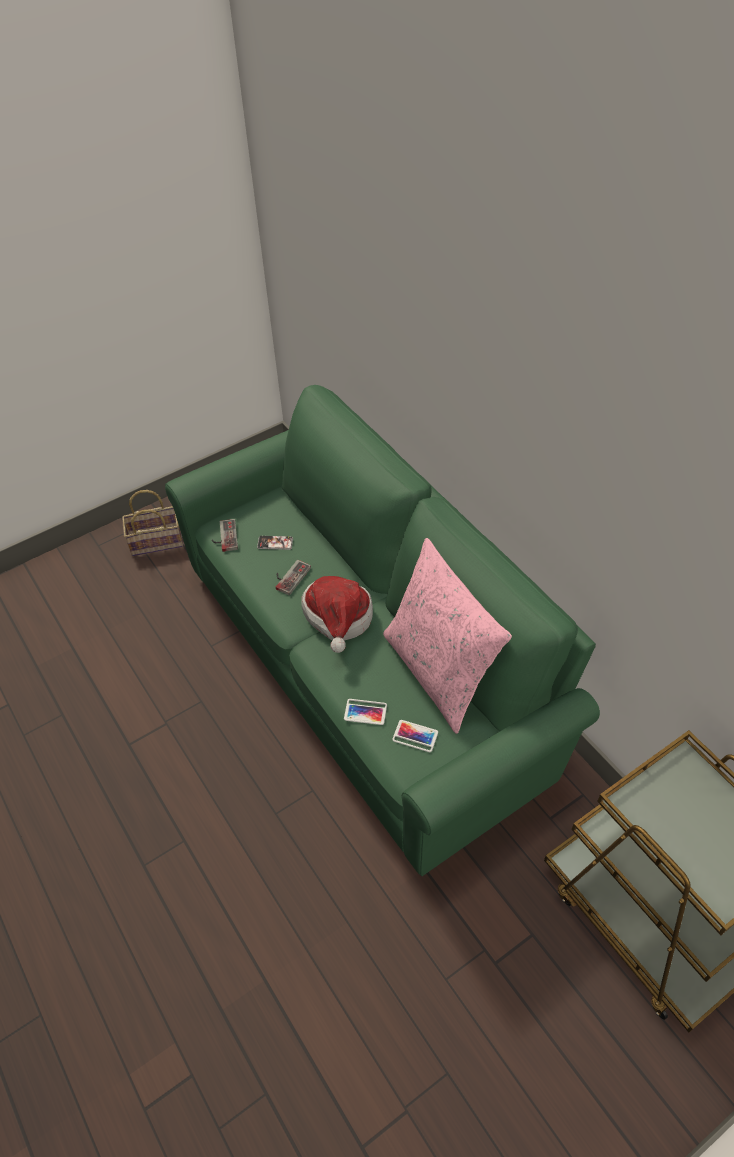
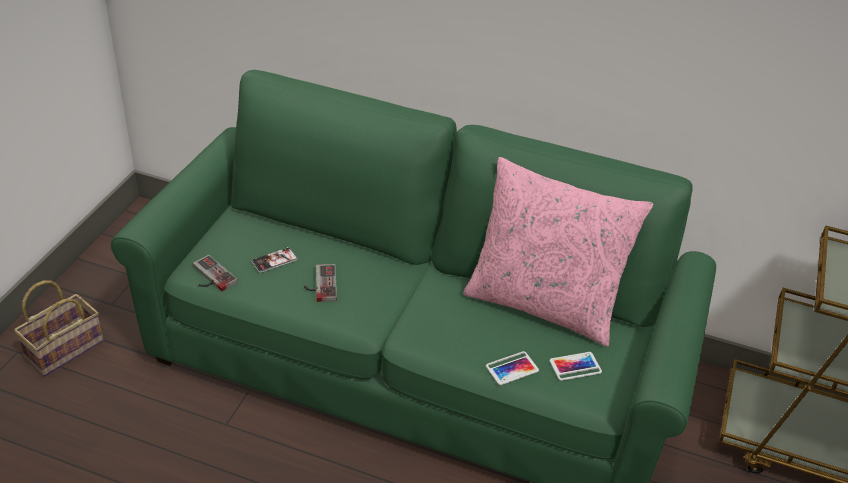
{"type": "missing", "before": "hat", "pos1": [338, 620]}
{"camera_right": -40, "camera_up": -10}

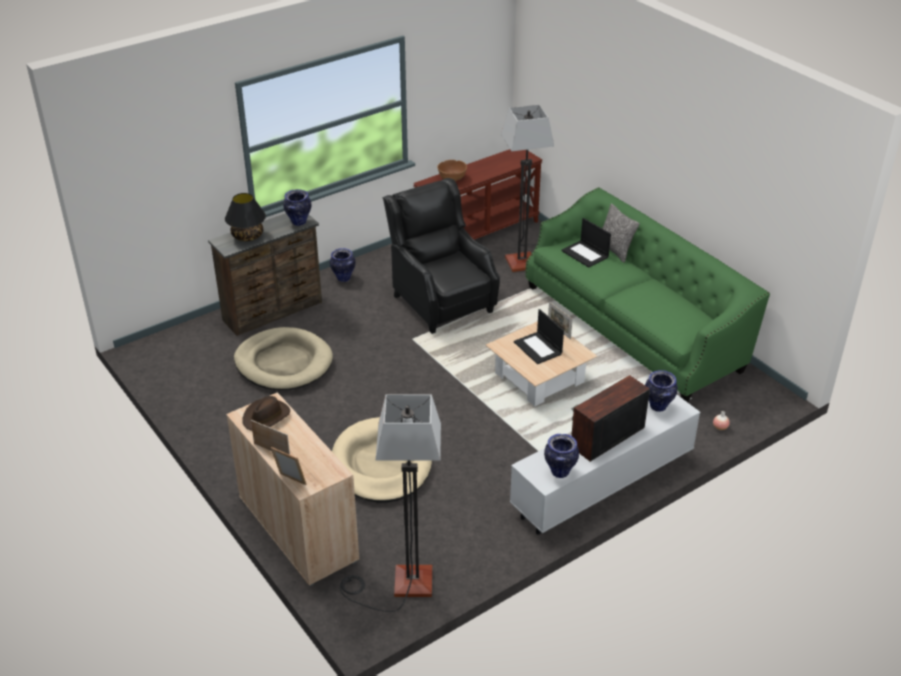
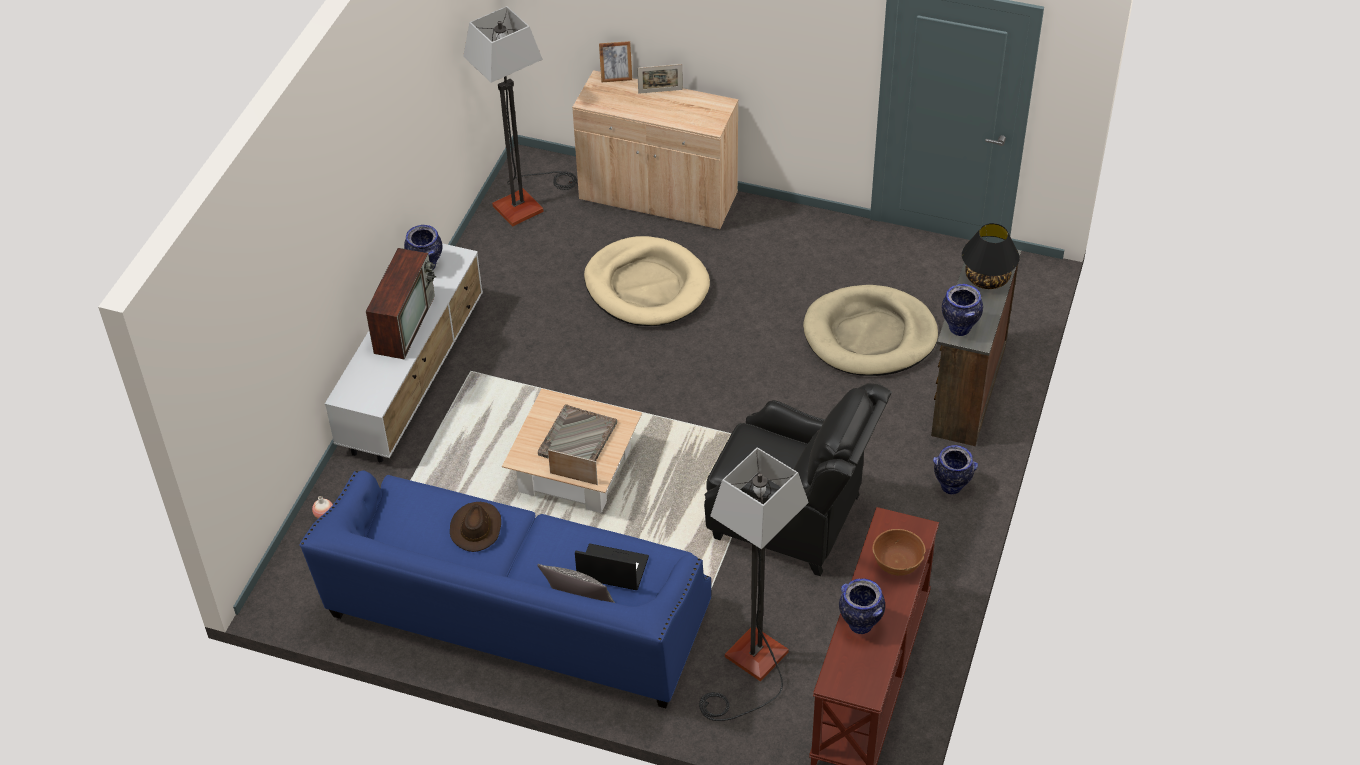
{"type": "colour", "before": "sofa/green", "after": "sofa/blue", "pos1": [634, 327], "pos2": [516, 618]}
{"type": "exchanged", "before": "laptop", "after": "tray/grey", "pos1": [538, 348], "pos2": [577, 439]}
{"type": "relocated", "before": "vase", "pos1": [658, 407], "pos2": [859, 624]}
{"type": "relocated", "before": "hat/brown", "pos1": [266, 416], "pos2": [476, 528]}
{"camera_right": 145, "camera_up": 10}

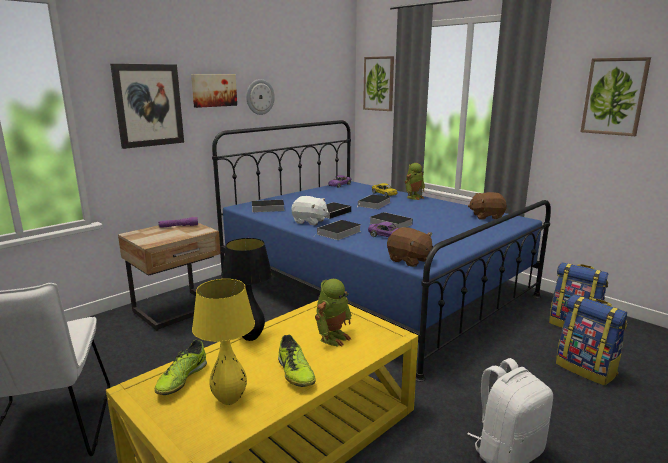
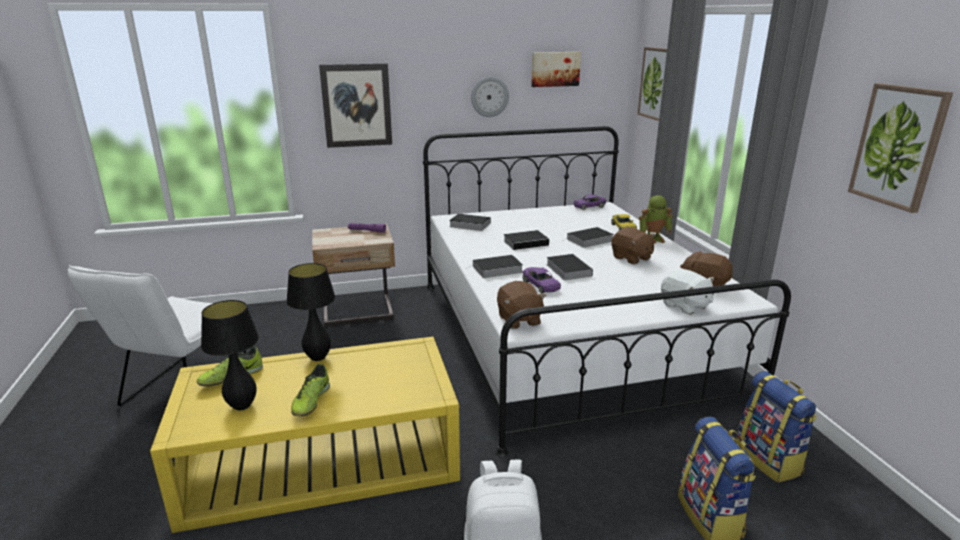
{"type": "relocated", "before": "picture", "pos1": [213, 90], "pos2": [555, 69]}
{"type": "colour", "before": "bed/blue", "after": "bed/white", "pos1": [372, 286], "pos2": [567, 337]}
{"type": "relocated", "before": "plush toy/white", "pos1": [309, 221], "pos2": [685, 306]}
{"type": "colour", "before": "table lamp/yellow", "after": "table lamp/black", "pos1": [229, 399], "pos2": [242, 406]}
{"type": "missing", "before": "toy robot", "pos1": [333, 337]}
{"type": "appeared", "after": "plush toy/brown", "pos2": [631, 258]}
{"camera_right": 30, "camera_up": 5}

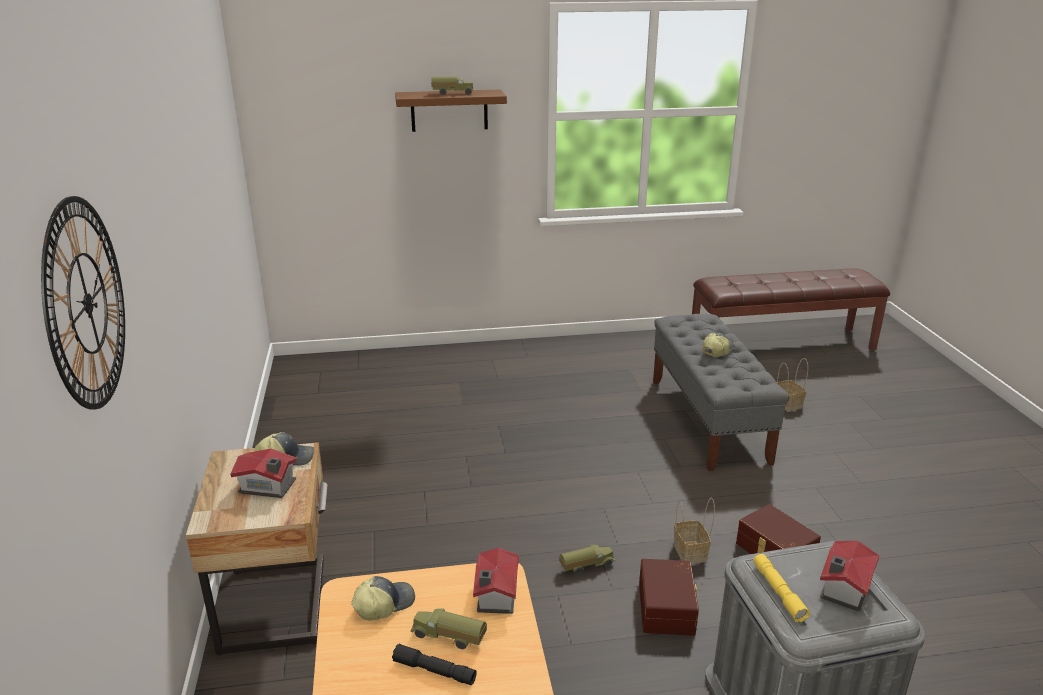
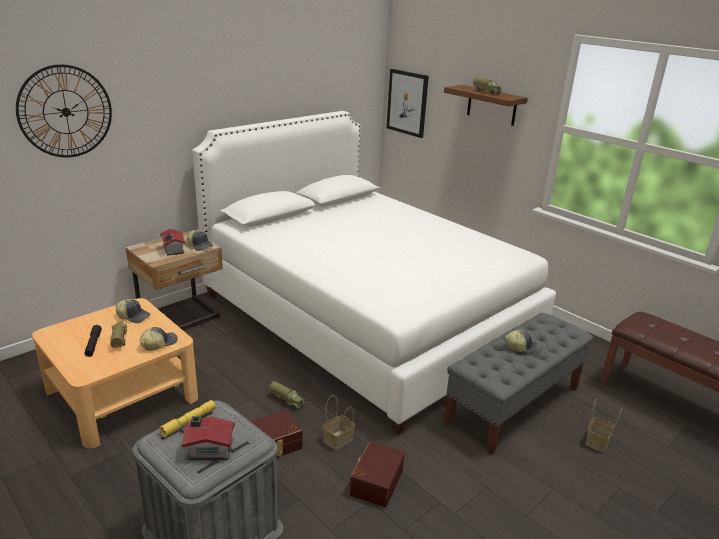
{"type": "exchanged", "before": "toy house", "after": "cap", "pos1": [495, 596], "pos2": [158, 343]}
{"type": "appeared", "after": "picture", "pos2": [407, 103]}
{"type": "appeared", "after": "bed/white", "pos2": [366, 318]}
{"camera_right": 55, "camera_up": 0}

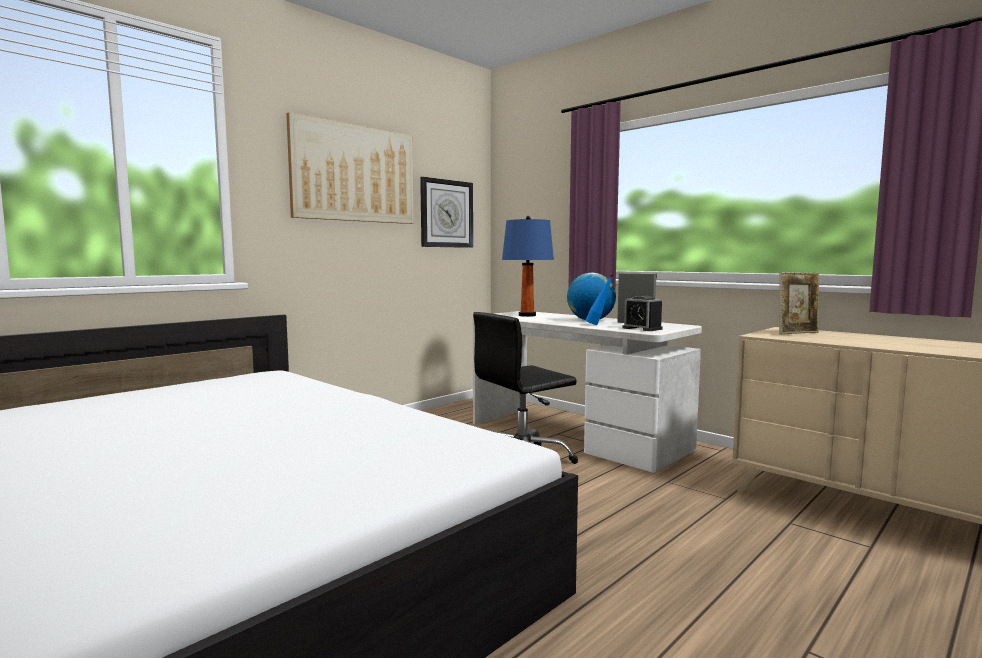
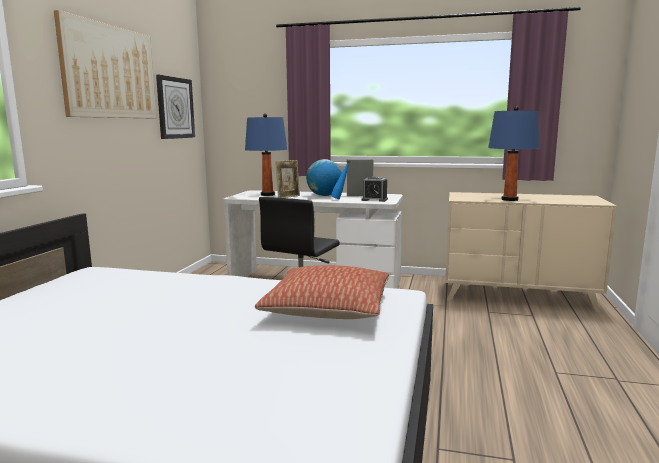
{"type": "relocated", "before": "picture frame", "pos1": [797, 333], "pos2": [288, 197]}
{"type": "appeared", "after": "table lamp/blue", "pos2": [509, 199]}
{"type": "appeared", "after": "pillow", "pos2": [328, 309]}
{"camera_right": -30, "camera_up": 5}

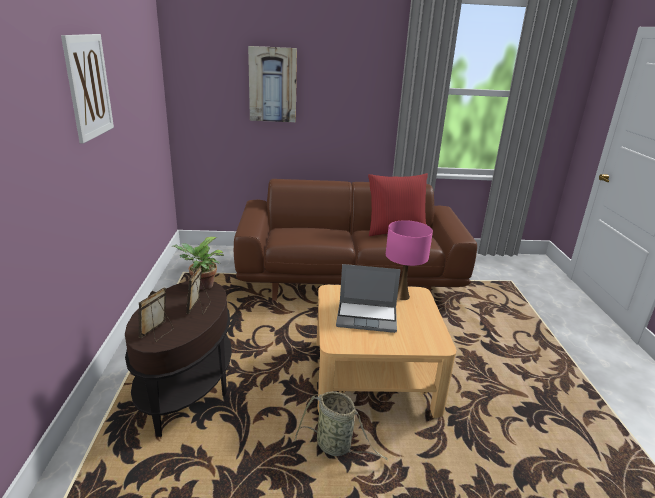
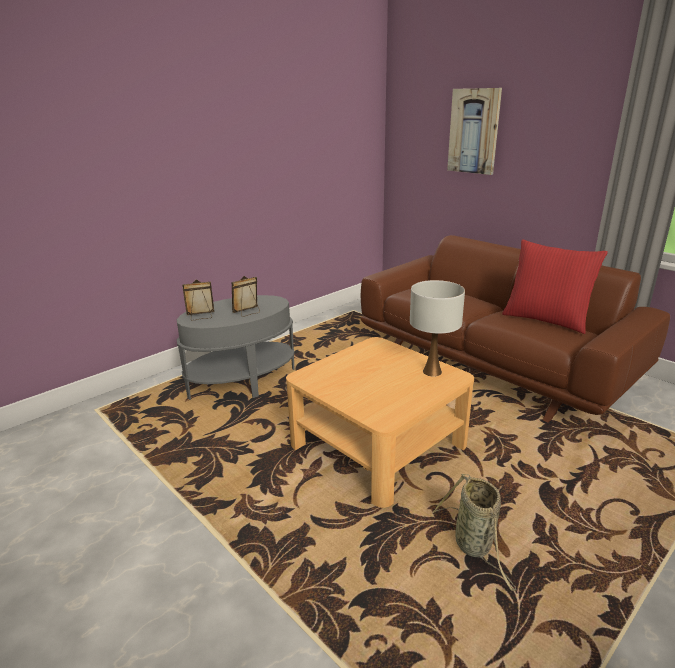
{"type": "missing", "before": "picture", "pos1": [88, 86]}
{"type": "colour", "before": "table lamp/pink", "after": "table lamp/white", "pos1": [402, 296], "pos2": [432, 372]}
{"type": "missing", "before": "potted plant", "pos1": [201, 286]}
{"type": "missing", "before": "laptop", "pos1": [367, 317]}
{"type": "colour", "before": "side table/brown", "after": "side table/grey", "pos1": [187, 388], "pos2": [242, 382]}
{"type": "relocated", "before": "basket", "pos1": [336, 446], "pos2": [474, 546]}
{"camera_right": 50, "camera_up": 0}

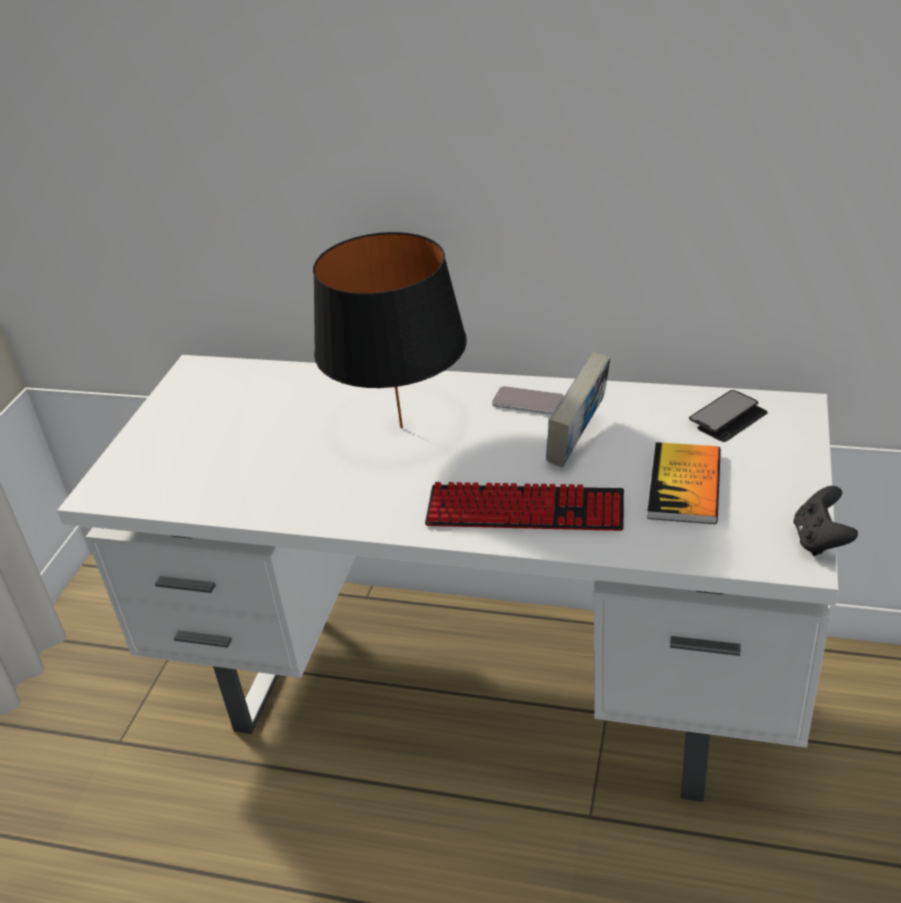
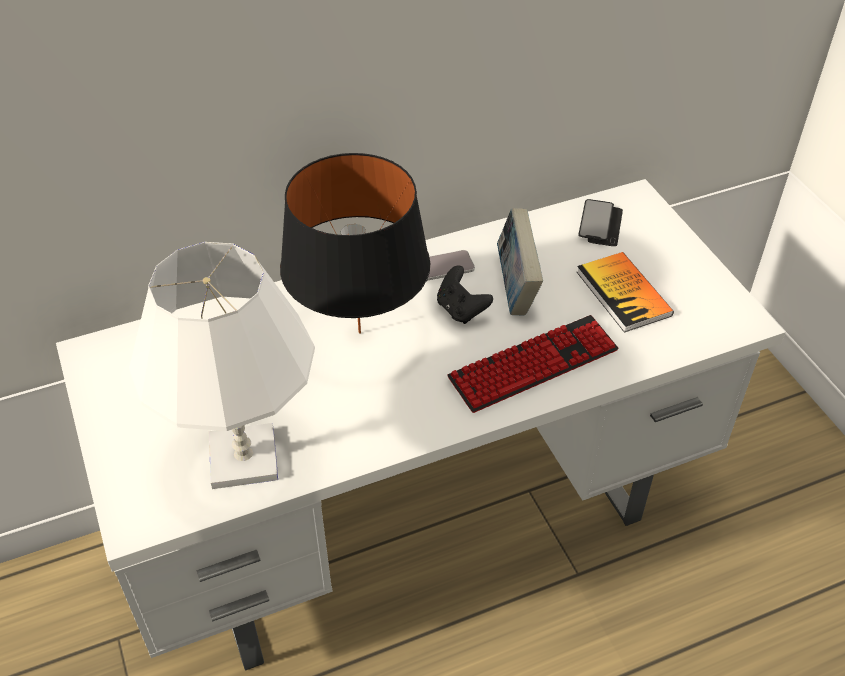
{"type": "relocated", "before": "game controller/black", "pos1": [820, 540], "pos2": [461, 310]}
{"type": "appeared", "after": "table lamp/white", "pos2": [244, 459]}
{"camera_right": -40, "camera_up": 10}

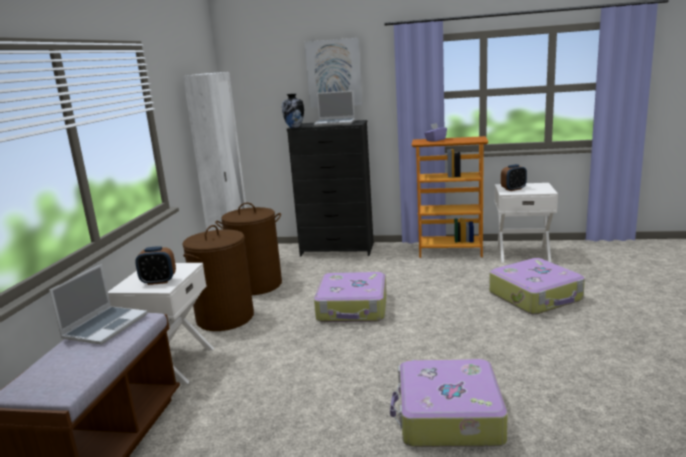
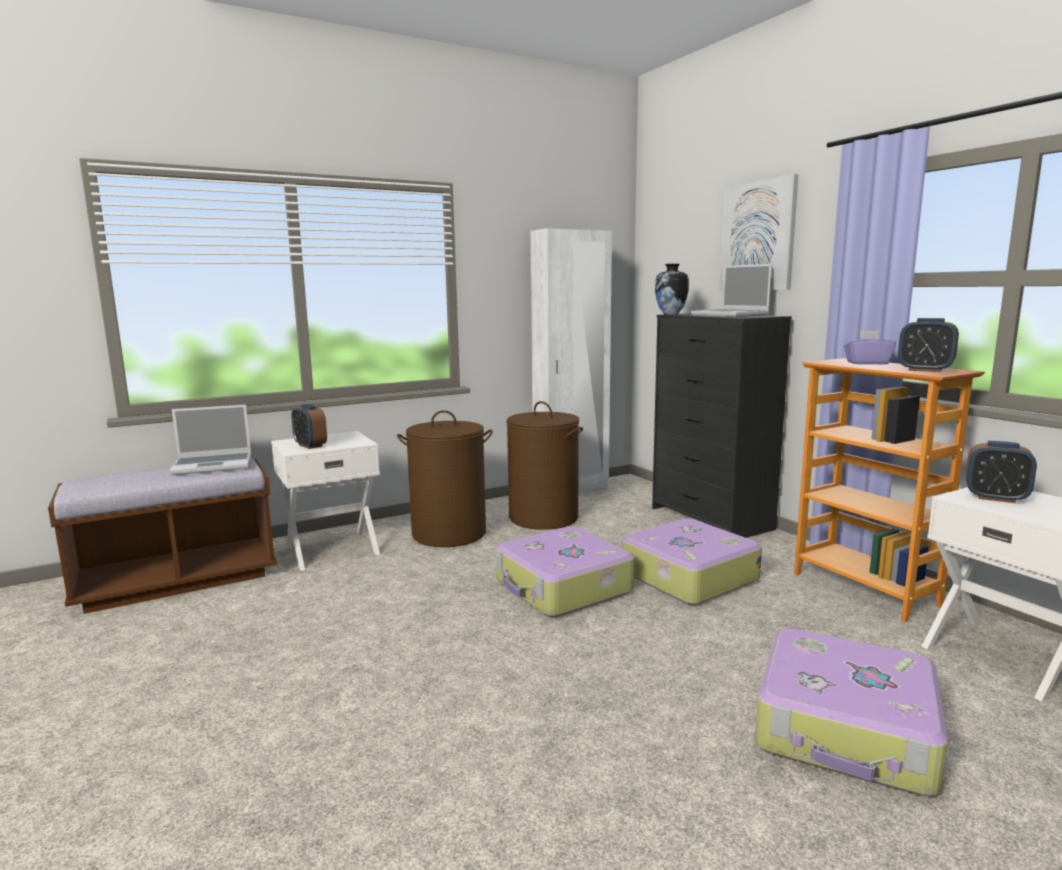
{"type": "relocated", "before": "suitcase", "pos1": [448, 417], "pos2": [687, 576]}
{"type": "appeared", "after": "alarm clock", "pos2": [924, 370]}
{"camera_right": 50, "camera_up": -5}

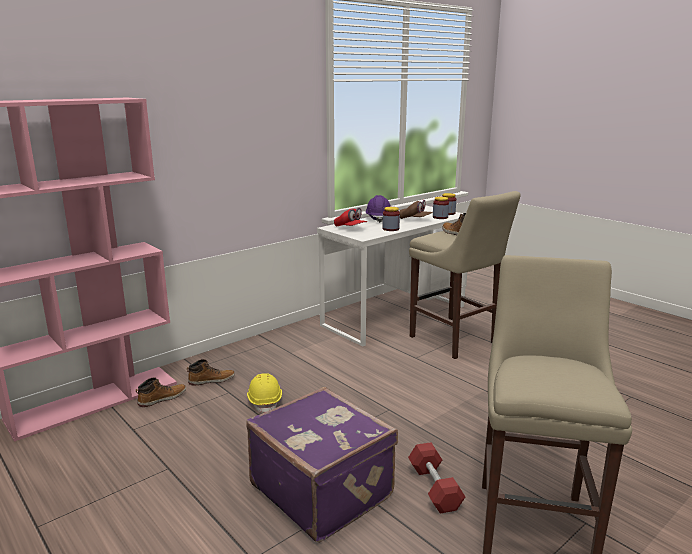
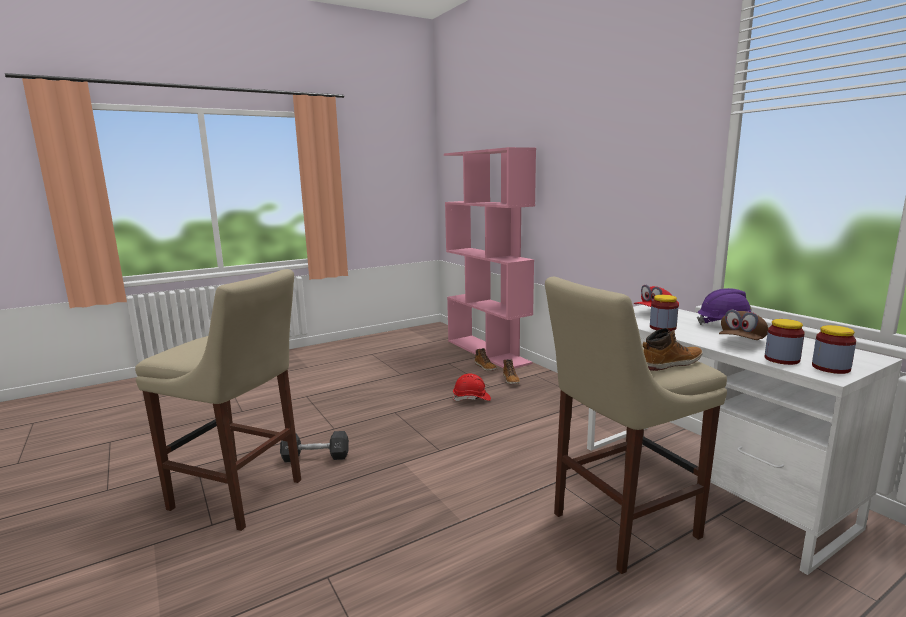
{"type": "colour", "before": "hard hat/yellow", "after": "hard hat/red", "pos1": [265, 401], "pos2": [471, 398]}
{"type": "missing", "before": "suitcase/purple", "pos1": [323, 489]}
{"type": "colour", "before": "dumbbell/red", "after": "dumbbell/black", "pos1": [434, 488], "pos2": [316, 457]}
{"camera_right": 100, "camera_up": -5}

